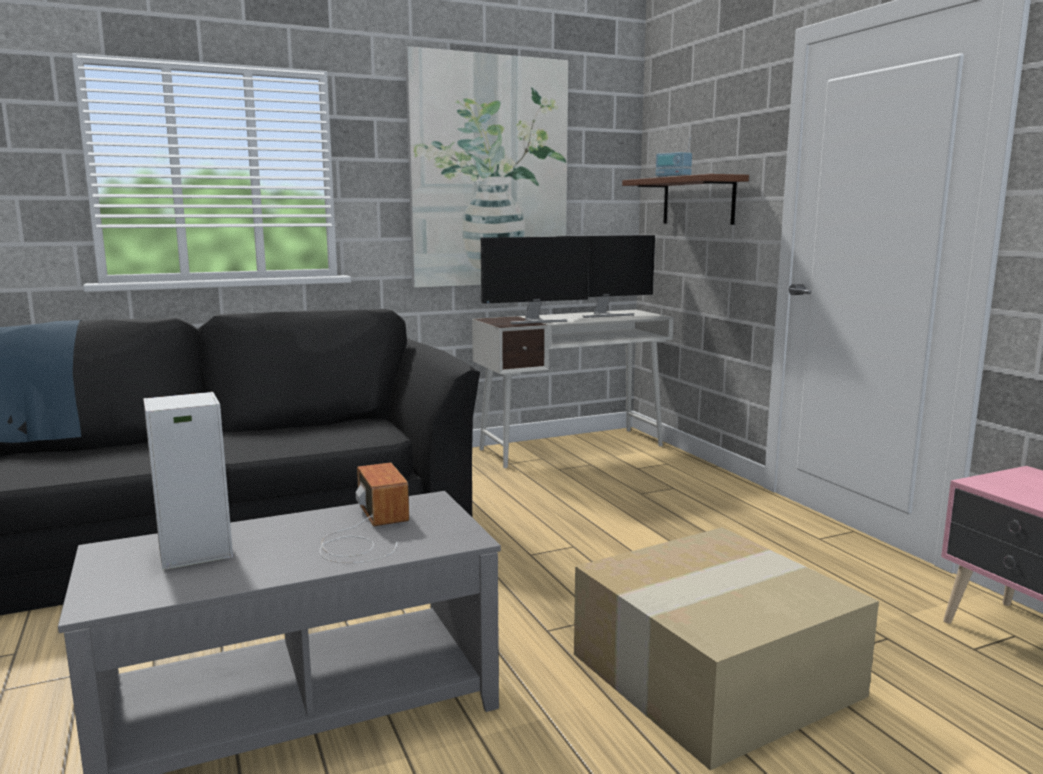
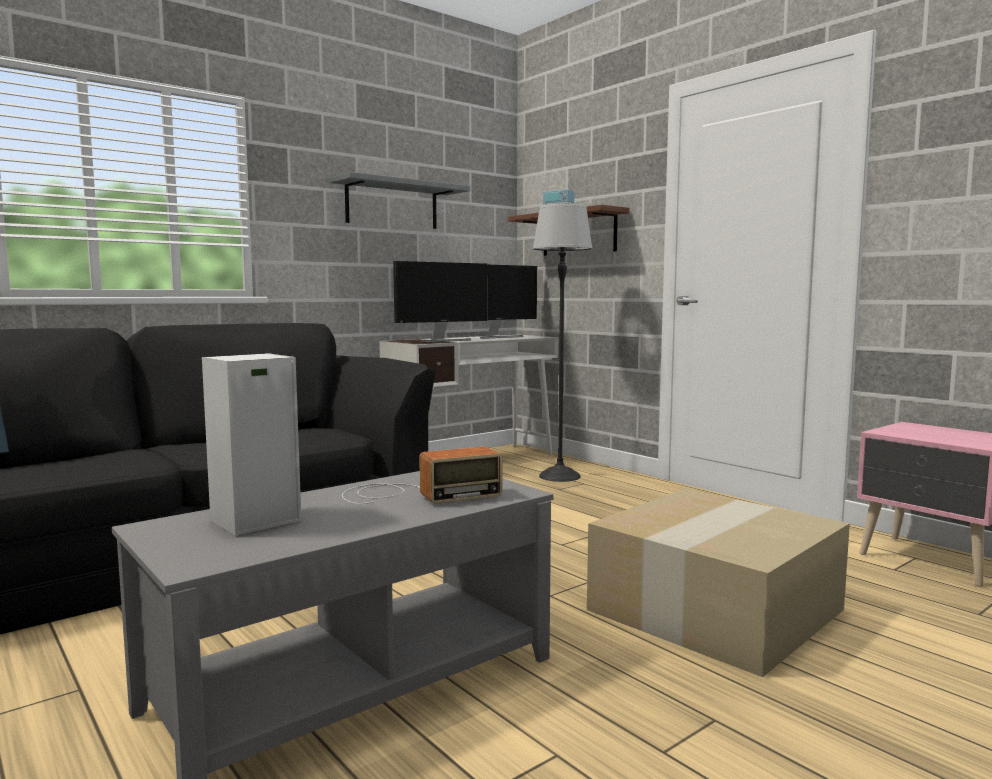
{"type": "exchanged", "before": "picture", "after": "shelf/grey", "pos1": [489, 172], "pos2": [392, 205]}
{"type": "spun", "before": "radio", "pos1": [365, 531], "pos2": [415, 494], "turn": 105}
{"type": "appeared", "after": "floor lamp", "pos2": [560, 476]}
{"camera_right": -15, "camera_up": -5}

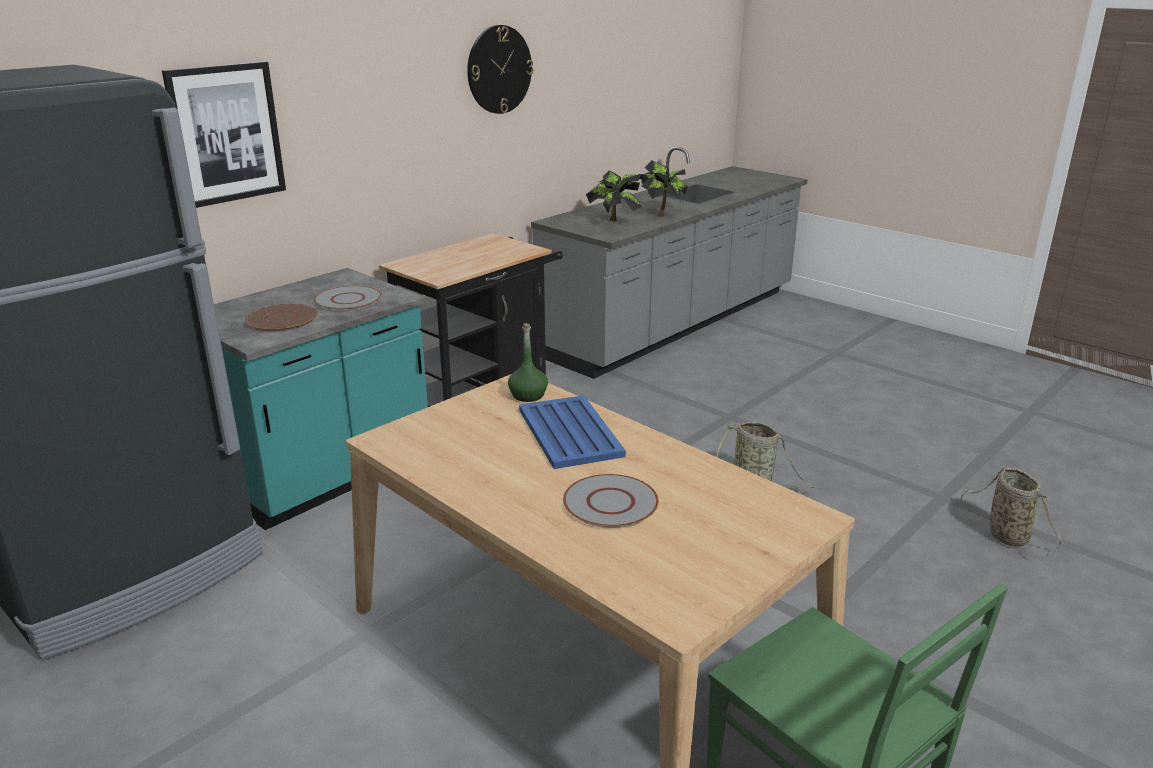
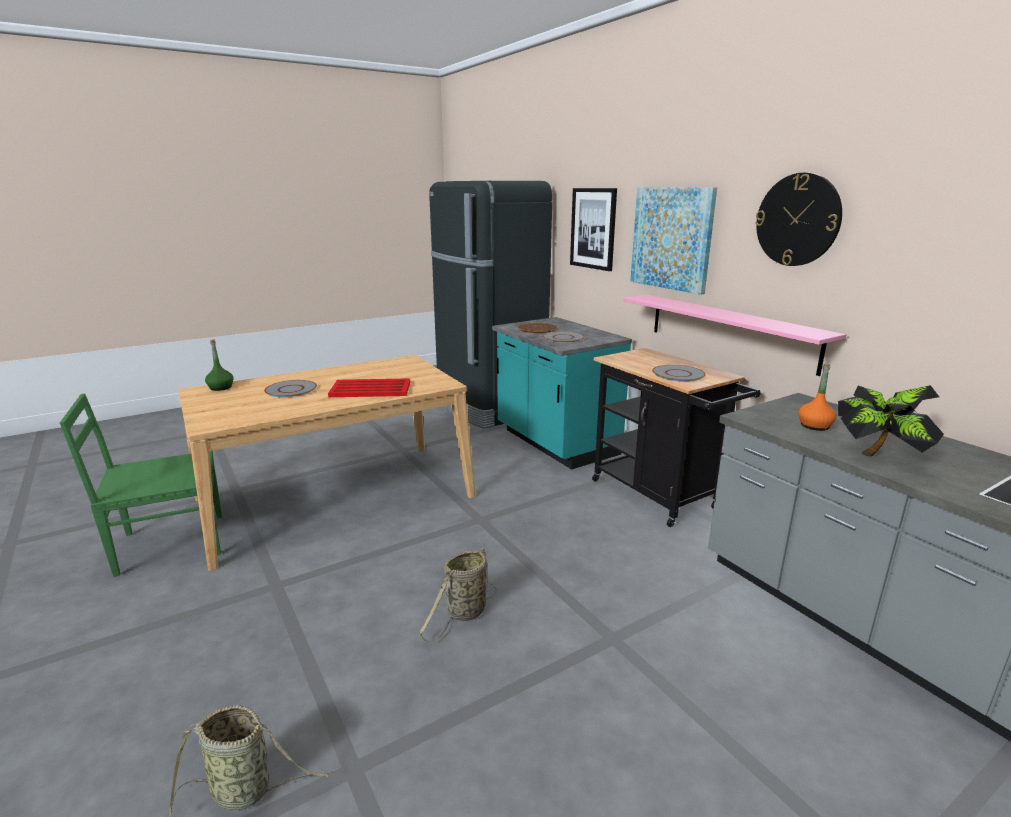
{"type": "exchanged", "before": "potted plant", "after": "bottle/orange", "pos1": [615, 222], "pos2": [814, 426]}
{"type": "relocated", "before": "bottle/green", "pos1": [528, 395], "pos2": [220, 388]}
{"type": "colour", "before": "tray/blue", "after": "tray/red", "pos1": [569, 432], "pos2": [371, 389]}
{"type": "appeared", "after": "picture", "pos2": [672, 238]}
{"type": "appeared", "after": "shelf/pink", "pos2": [729, 331]}
{"type": "appeared", "after": "plate/grey", "pos2": [678, 374]}
{"camera_right": 105, "camera_up": -5}

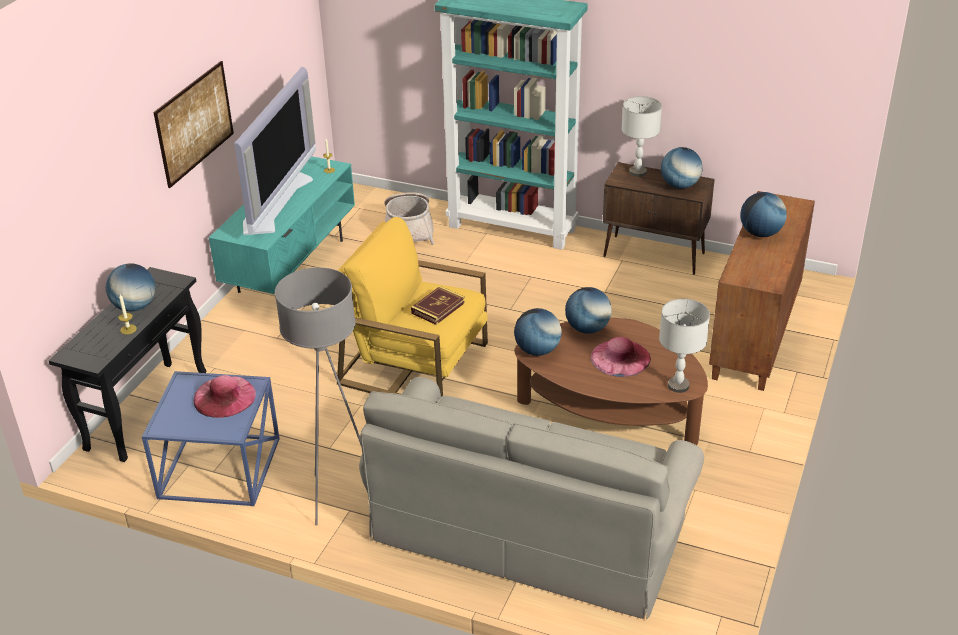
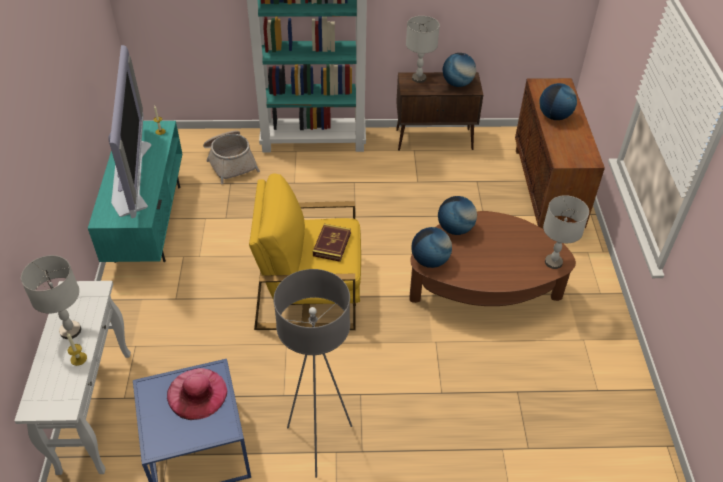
{"type": "missing", "before": "picture", "pos1": [194, 123]}
{"type": "exchanged", "before": "globe", "after": "table lamp/grey", "pos1": [135, 306], "pos2": [70, 330]}
{"type": "colour", "before": "console table/black", "after": "console table/white", "pos1": [147, 409], "pos2": [95, 409]}
{"type": "missing", "before": "hat/pink", "pos1": [620, 358]}
{"type": "missing", "before": "sofa/grey", "pos1": [528, 529]}
{"camera_right": -25, "camera_up": 10}

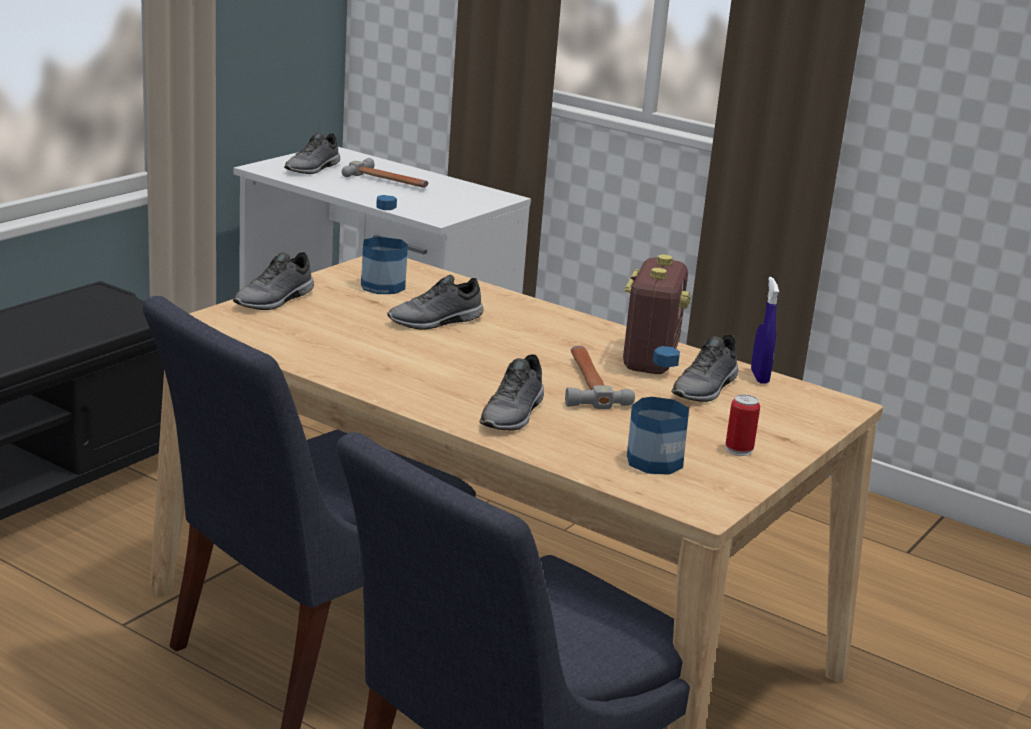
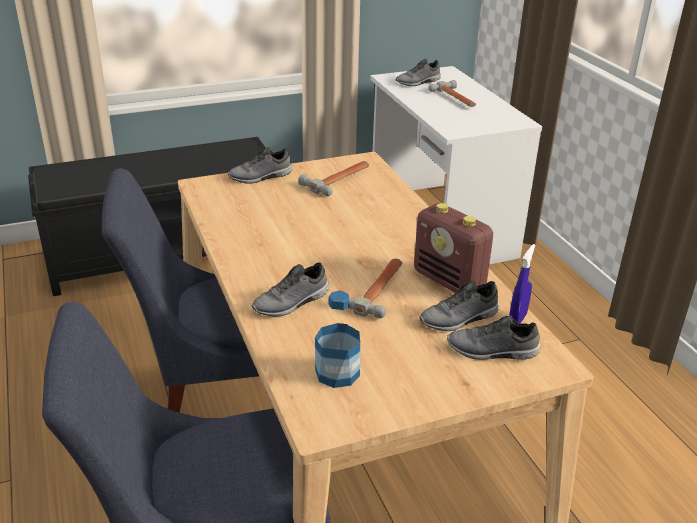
{"type": "exchanged", "before": "bottle", "after": "hammer", "pos1": [382, 286], "pos2": [339, 180]}
{"type": "spun", "before": "radio", "pos1": [650, 359], "pos2": [449, 281], "turn": 90}
{"type": "relocated", "before": "shoe/grey", "pos1": [436, 322], "pos2": [492, 351]}
{"type": "missing", "before": "can", "pos1": [739, 450]}
{"camera_right": 35, "camera_up": 10}

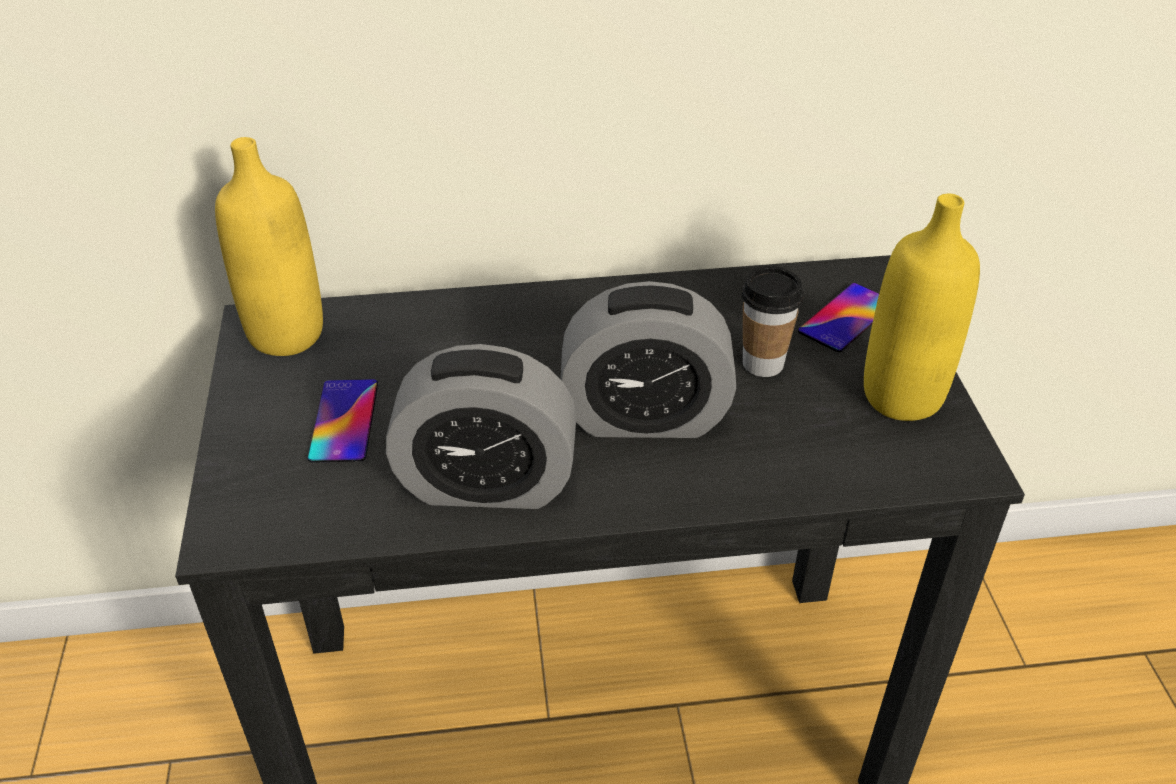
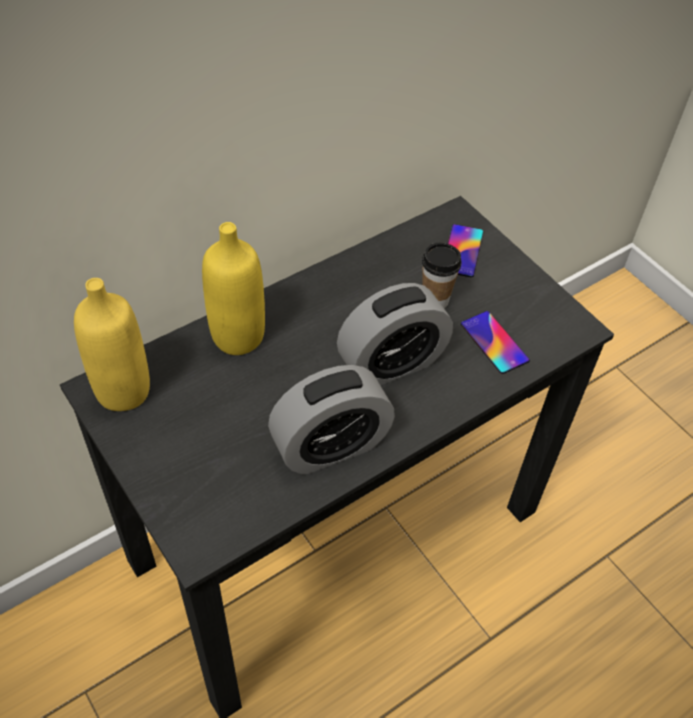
{"type": "relocated", "before": "bottle/yellow", "pos1": [902, 396], "pos2": [238, 336]}
{"type": "relocated", "before": "phone", "pos1": [344, 421], "pos2": [494, 342]}
{"camera_right": -30, "camera_up": 10}

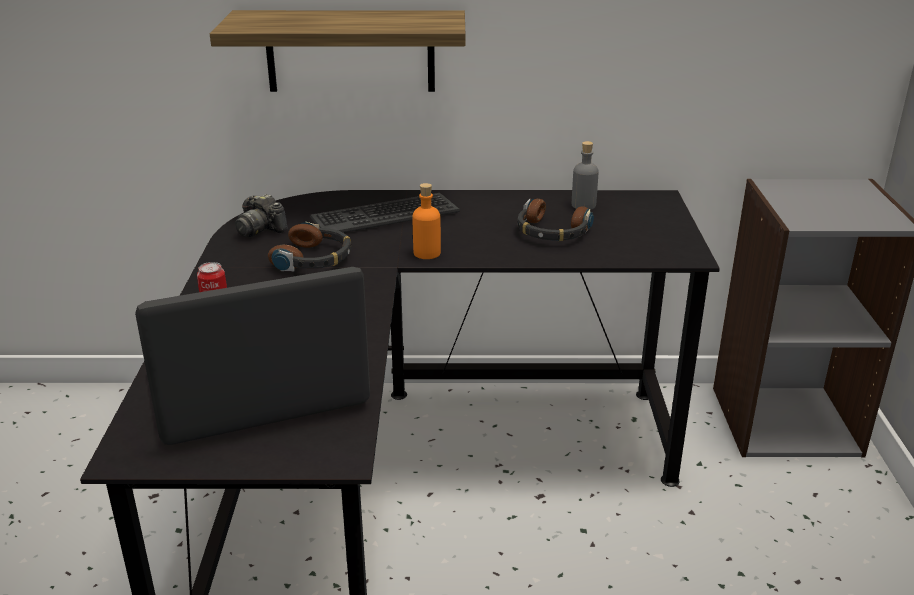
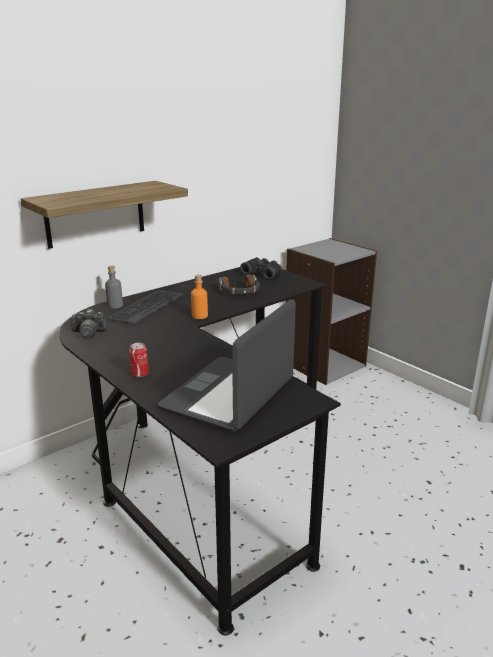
{"type": "relocated", "before": "bottle/grey", "pos1": [583, 205], "pos2": [115, 305]}
{"type": "missing", "before": "headphones", "pos1": [314, 259]}
{"type": "appeared", "after": "binoculars/black", "pos2": [263, 273]}
{"camera_right": -40, "camera_up": -5}

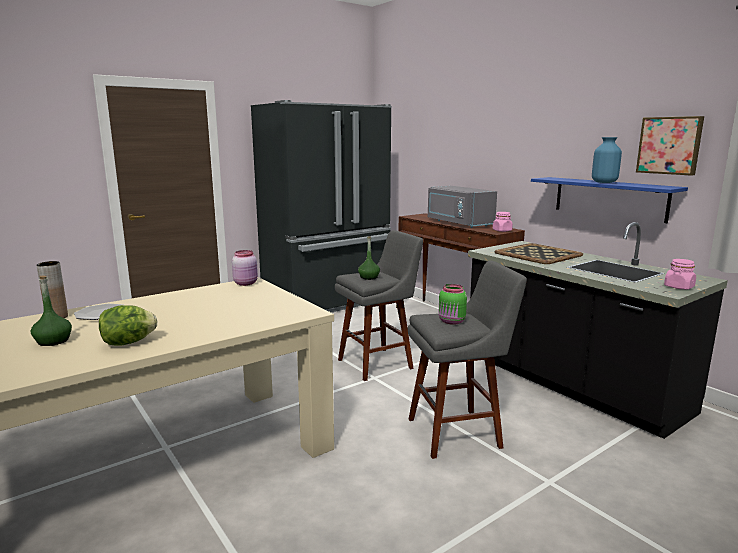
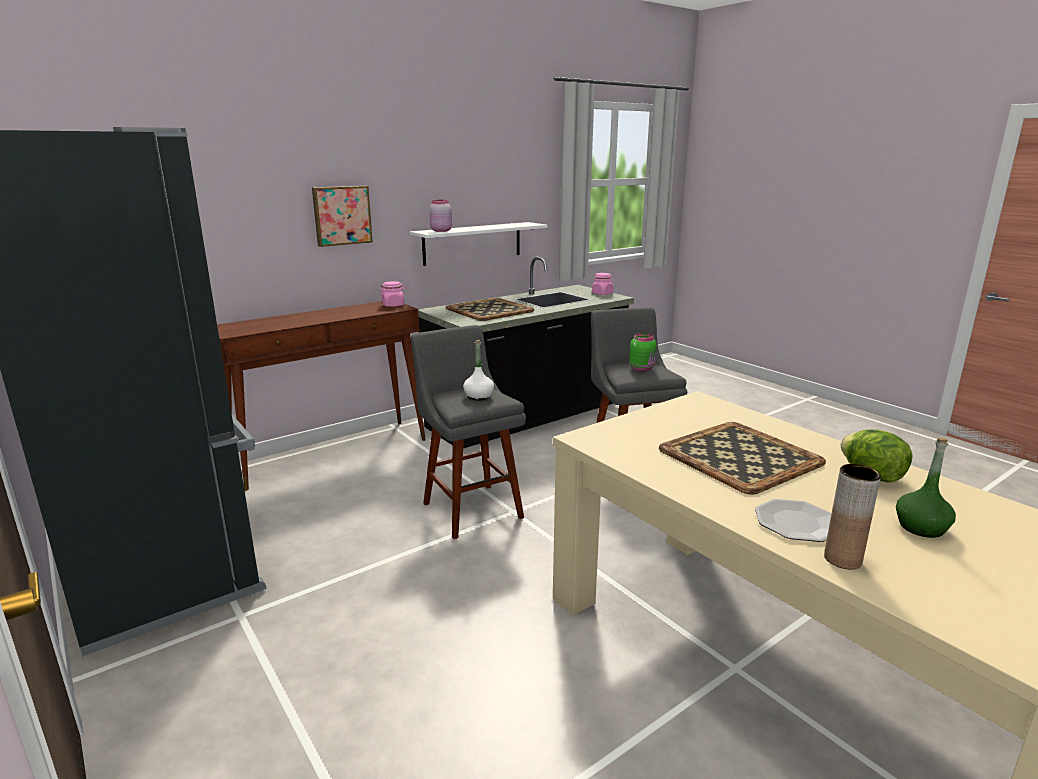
{"type": "relocated", "before": "picture", "pos1": [669, 145], "pos2": [341, 215]}
{"type": "missing", "before": "vase/blue", "pos1": [604, 182]}
{"type": "colour", "before": "shelf/blue", "after": "shelf/white", "pos1": [609, 198], "pos2": [472, 243]}
{"type": "missing", "before": "microwave/grey", "pos1": [458, 223]}
{"type": "colour", "before": "bottle/green", "after": "bottle/white", "pos1": [369, 277], "pos2": [478, 396]}
{"type": "relocated", "before": "jar/pink", "pos1": [246, 283], "pos2": [441, 231]}
{"type": "appeared", "after": "tray", "pos2": [739, 456]}
{"camera_right": -90, "camera_up": 5}

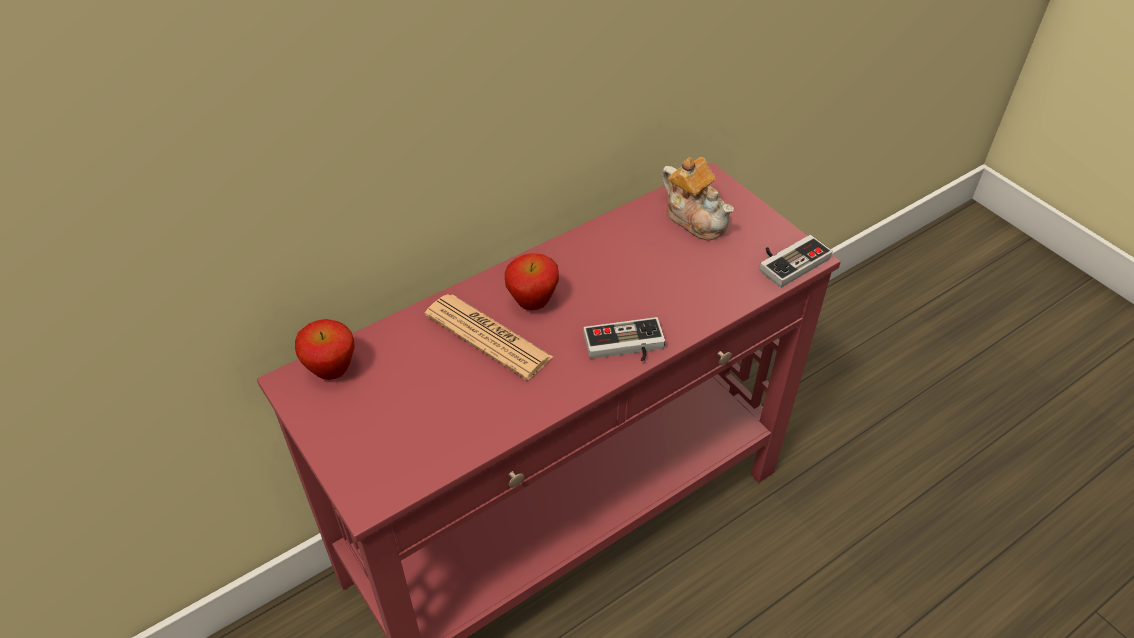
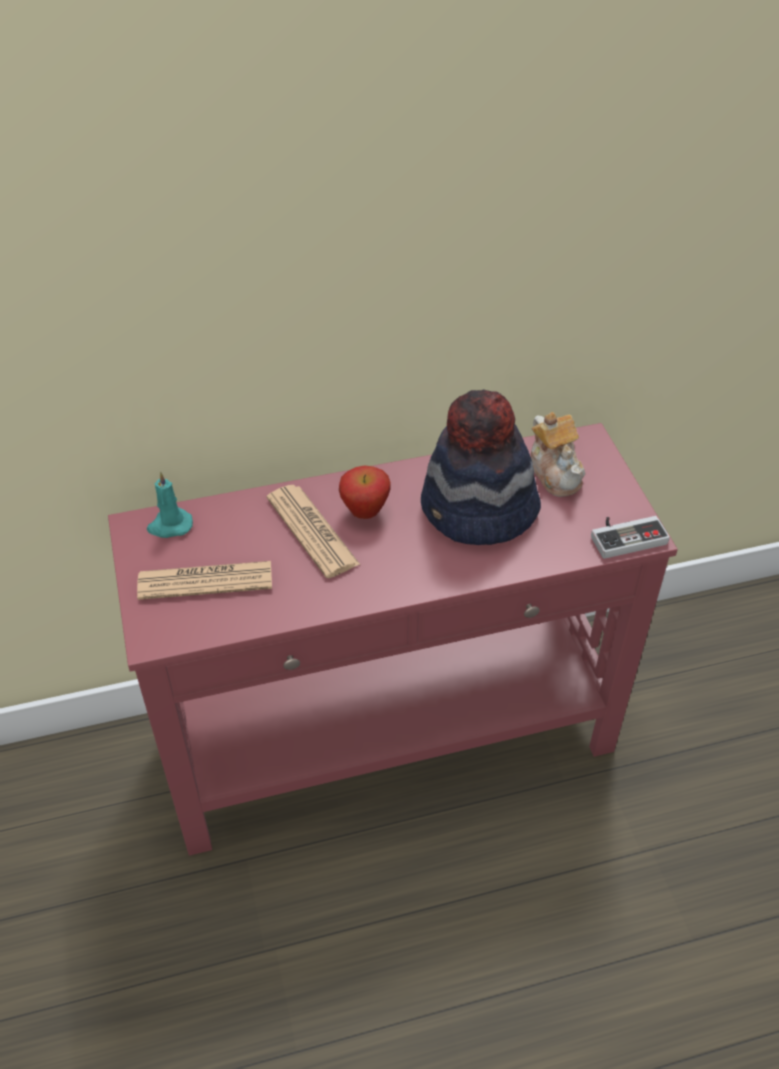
{"type": "missing", "before": "game controller", "pos1": [625, 348]}
{"type": "exchanged", "before": "apple", "after": "candle/turquoise", "pos1": [332, 371], "pos2": [169, 526]}
{"type": "appeared", "after": "hat", "pos2": [478, 511]}
{"type": "appeared", "after": "newspaper", "pos2": [205, 581]}
{"camera_right": 20, "camera_up": 0}

